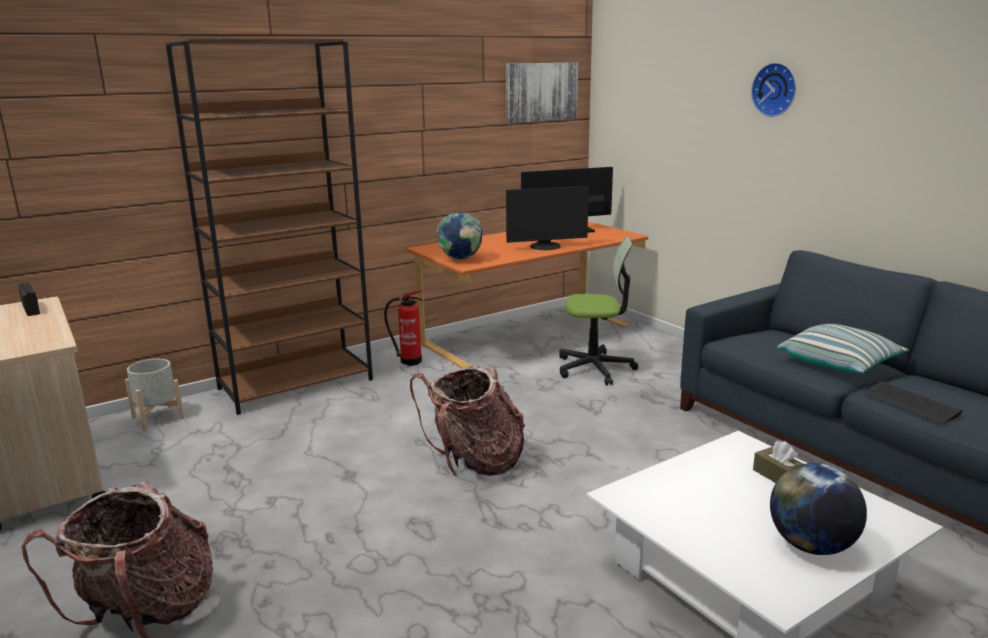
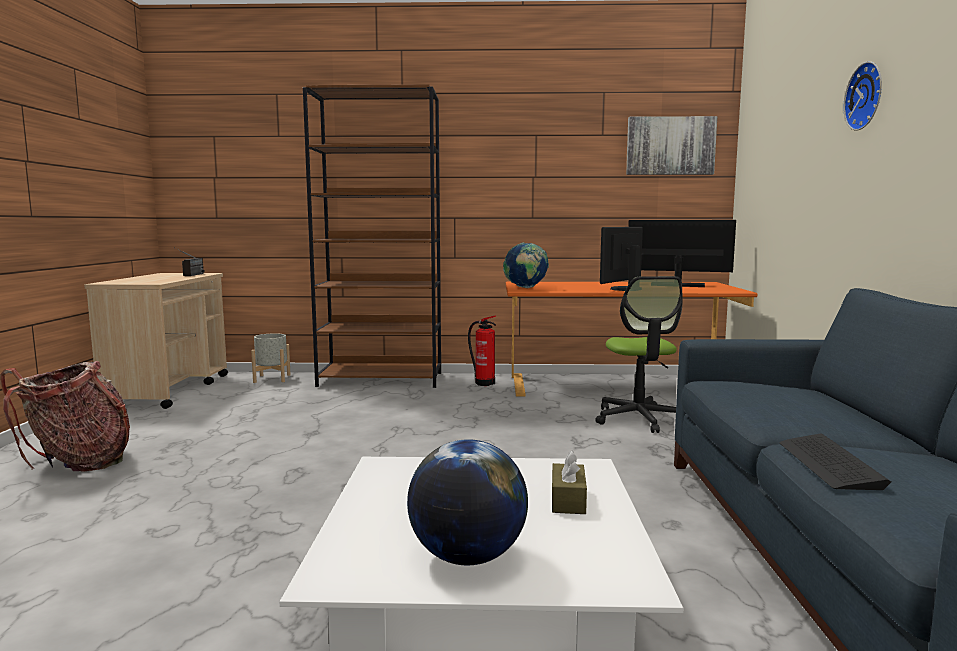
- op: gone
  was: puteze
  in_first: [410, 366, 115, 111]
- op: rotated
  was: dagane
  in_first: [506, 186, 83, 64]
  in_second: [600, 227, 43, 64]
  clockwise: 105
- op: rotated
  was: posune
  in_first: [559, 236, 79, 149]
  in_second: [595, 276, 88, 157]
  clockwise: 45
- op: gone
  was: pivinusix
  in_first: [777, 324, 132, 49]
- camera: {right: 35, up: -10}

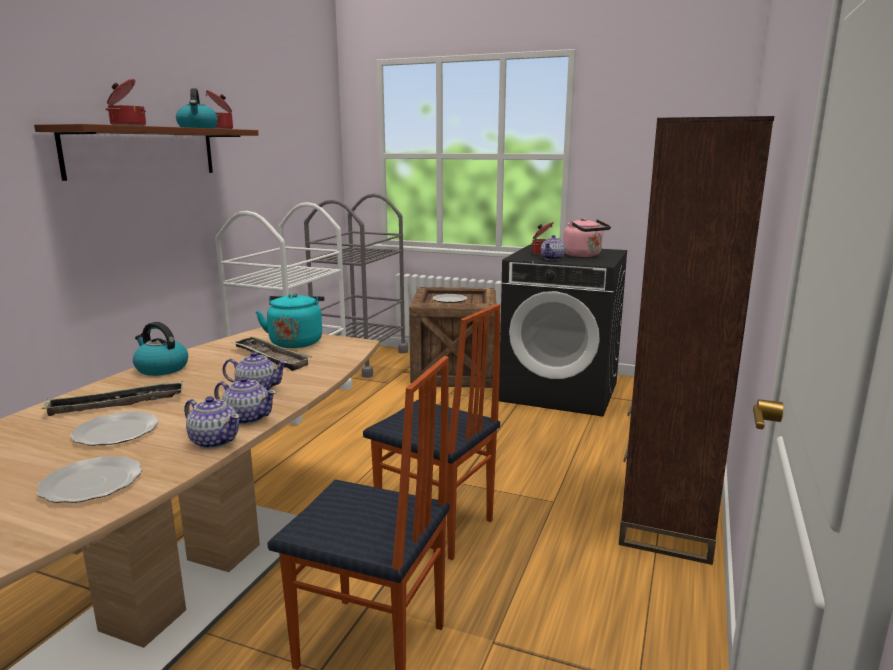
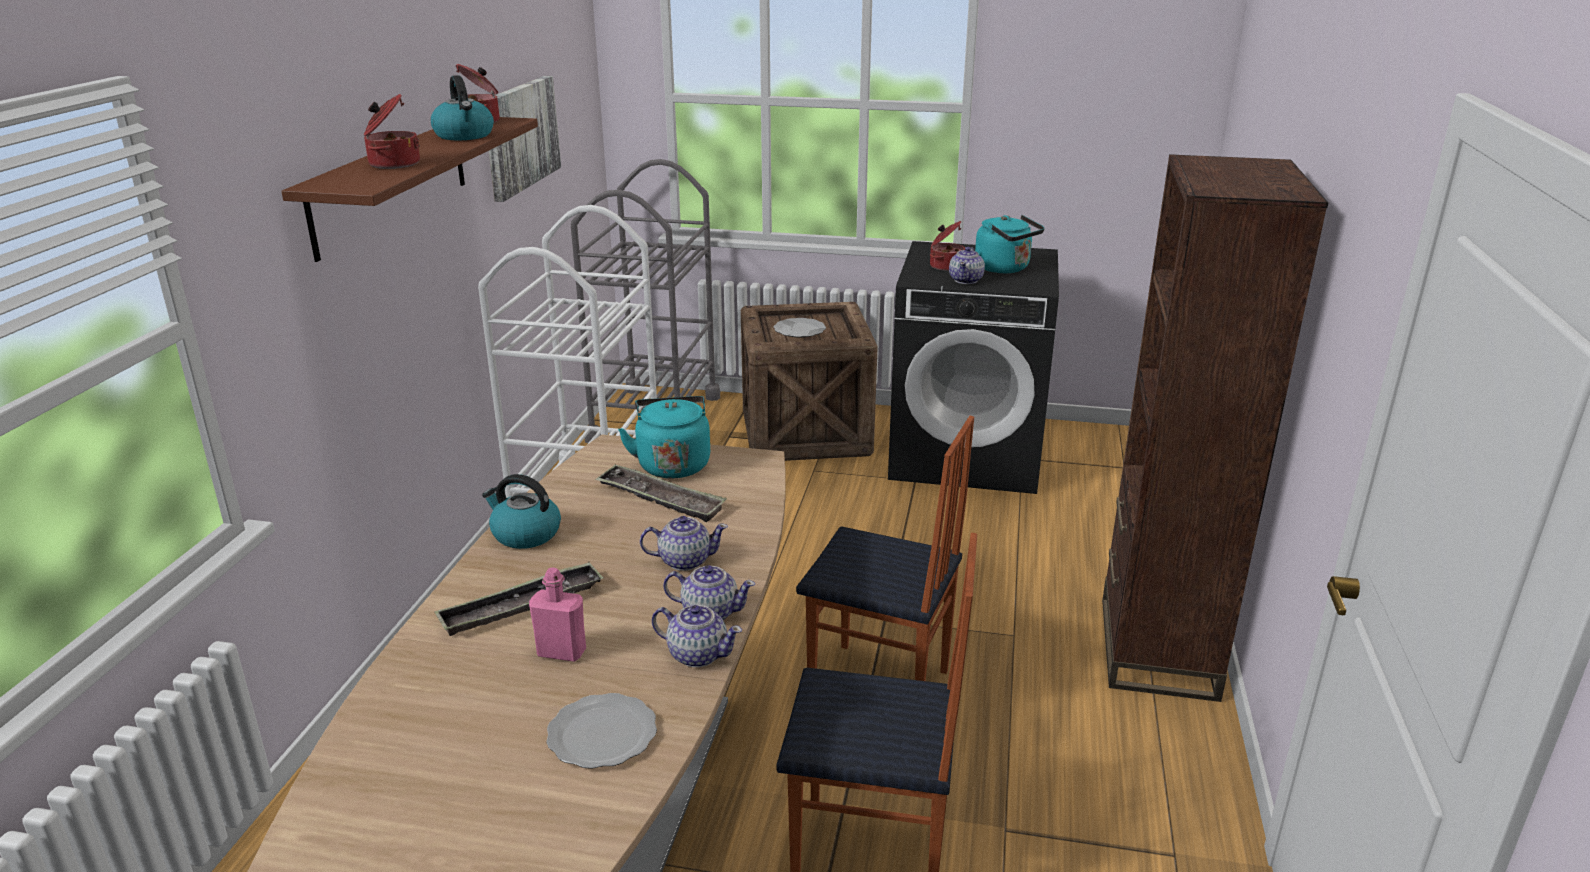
- op: swapped
  was: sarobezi
  now: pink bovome
  in_first: [70, 411, 89, 35]
  in_second: [529, 567, 57, 95]
- op: repainted
  was: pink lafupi
  now: turquoise lafupi
  in_first: [563, 218, 48, 39]
  in_second: [975, 215, 70, 58]
- op: new
  now: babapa
  in_second: [489, 76, 72, 126]
- camera: {right: -10, up: 10}

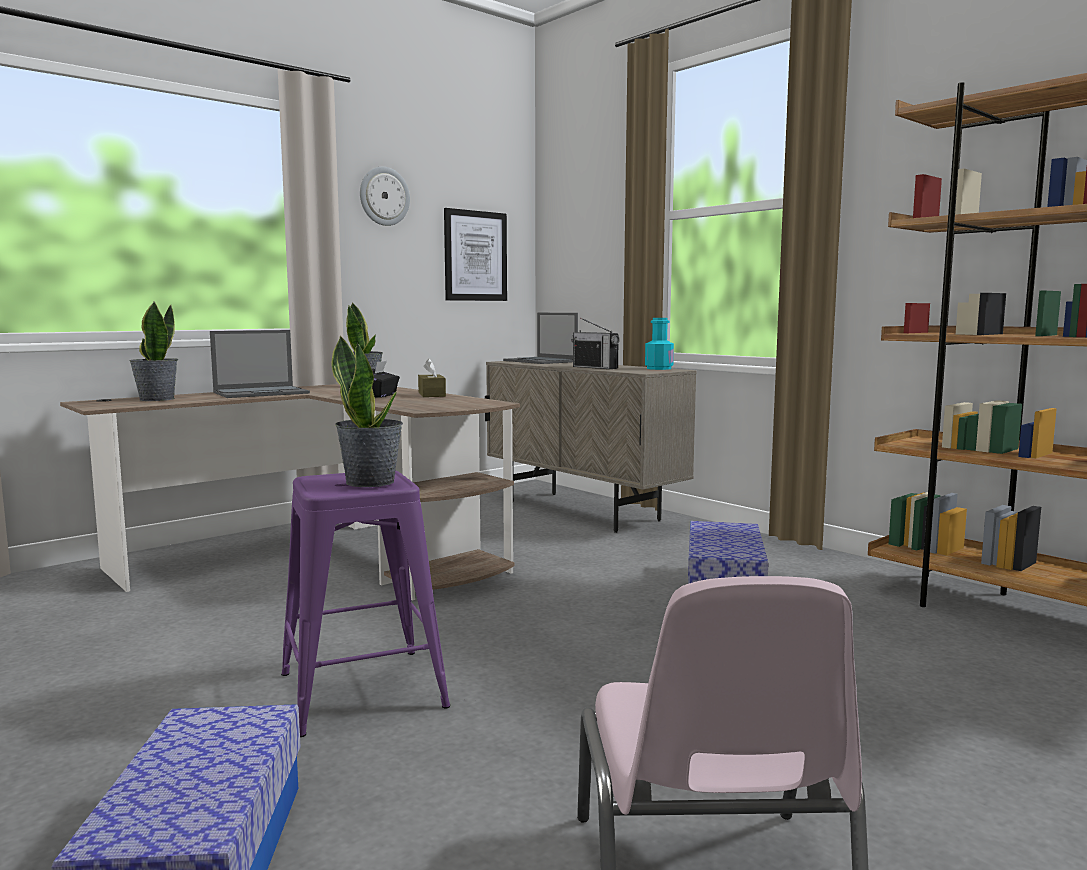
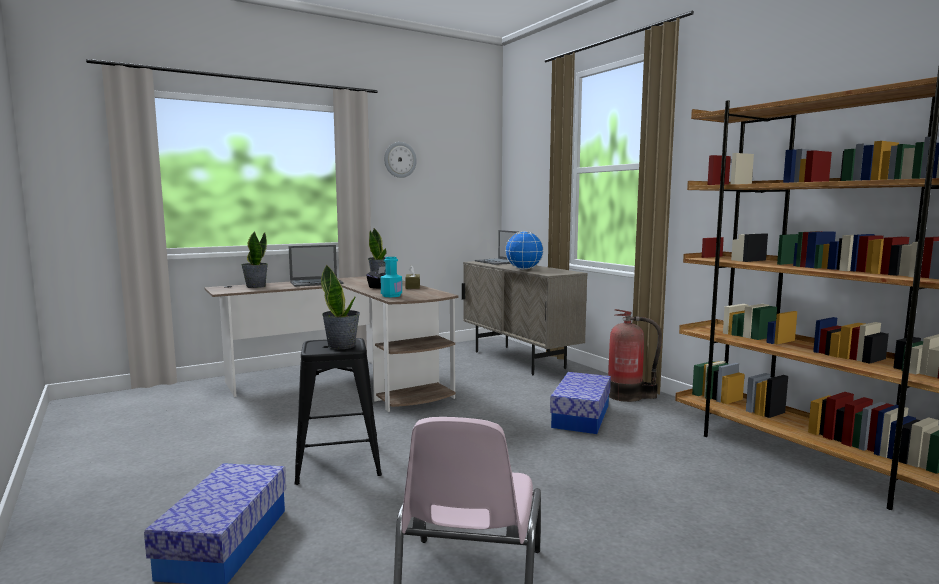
- op: repainted
  was: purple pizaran
  now: black pizaran
  in_first: [281, 470, 169, 267]
  in_second: [294, 338, 88, 147]
- op: gone
  was: babapa
  in_first: [444, 208, 63, 93]
- op: swapped
  was: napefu
  now: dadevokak
  in_first: [571, 317, 49, 52]
  in_second: [505, 231, 39, 39]
- op: shifted
  was: turquoise bovome
  in_first: [645, 318, 29, 52]
  in_second: [380, 257, 22, 40]
- op: new
  now: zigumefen
  in_second: [608, 309, 54, 93]
- camera: {right: 10, up: 0}

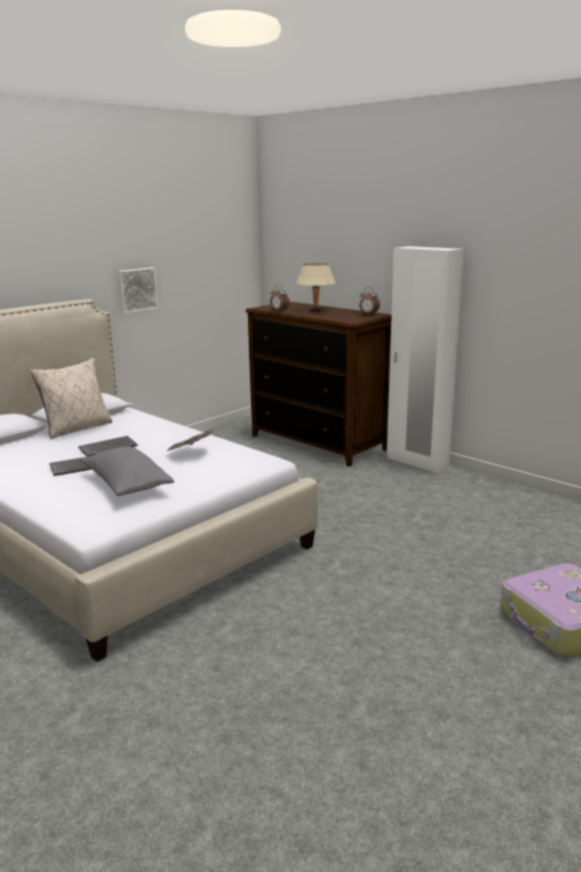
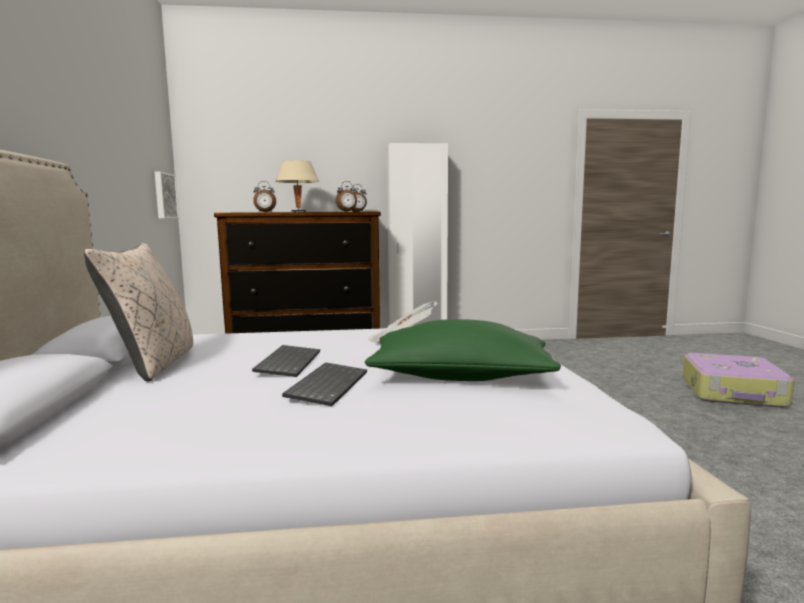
- op: repainted
  was: grey pivinusix
  now: green pivinusix
  in_first: [80, 446, 94, 50]
  in_second: [365, 319, 196, 62]
- op: shifted
  was: babapa
  in_first: [118, 267, 40, 46]
  in_second: [155, 171, 24, 48]
- op: new
  now: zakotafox
  in_second: [335, 181, 22, 30]
- camera: {right: -50, up: -10}

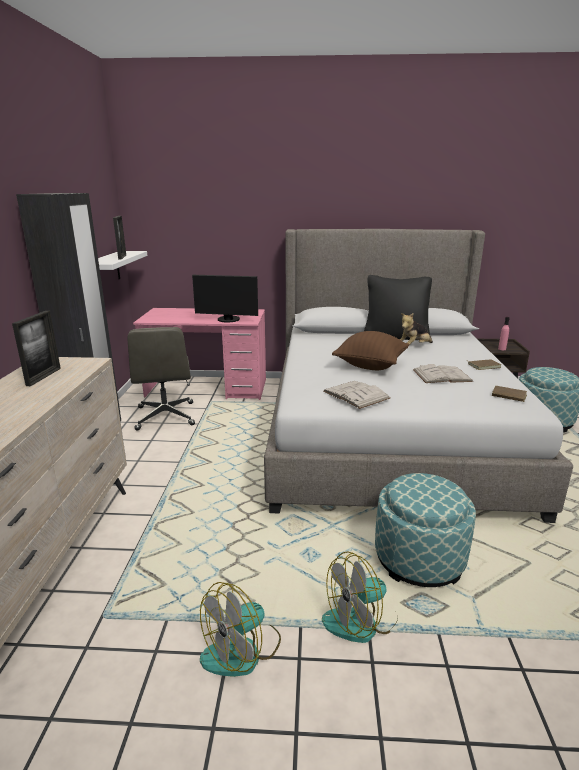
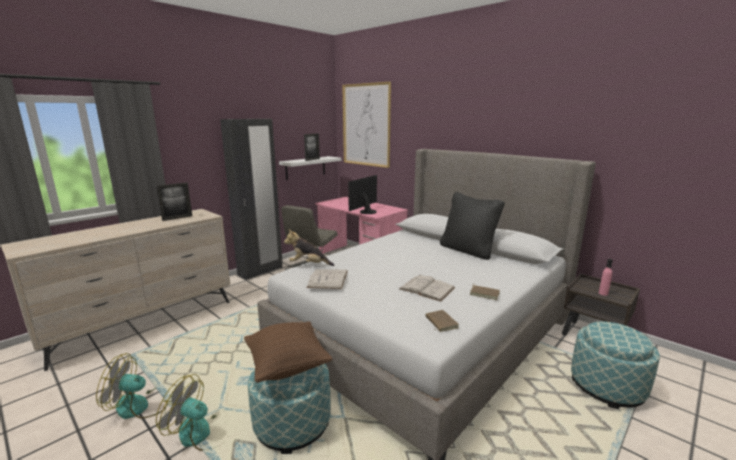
- op: rotated
  was: dagane
  in_first: [192, 275, 66, 48]
  in_second: [348, 175, 29, 39]
  clockwise: 75
- op: shifted
  was: brown pivinusix
  in_first: [332, 331, 78, 39]
  in_second: [244, 322, 89, 61]
- op: shifted
  was: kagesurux
  in_first: [399, 313, 34, 31]
  in_second: [284, 229, 50, 37]
- op: new
  now: babapa
  in_second: [342, 82, 49, 86]
- camera: {right: 40, up: -5}

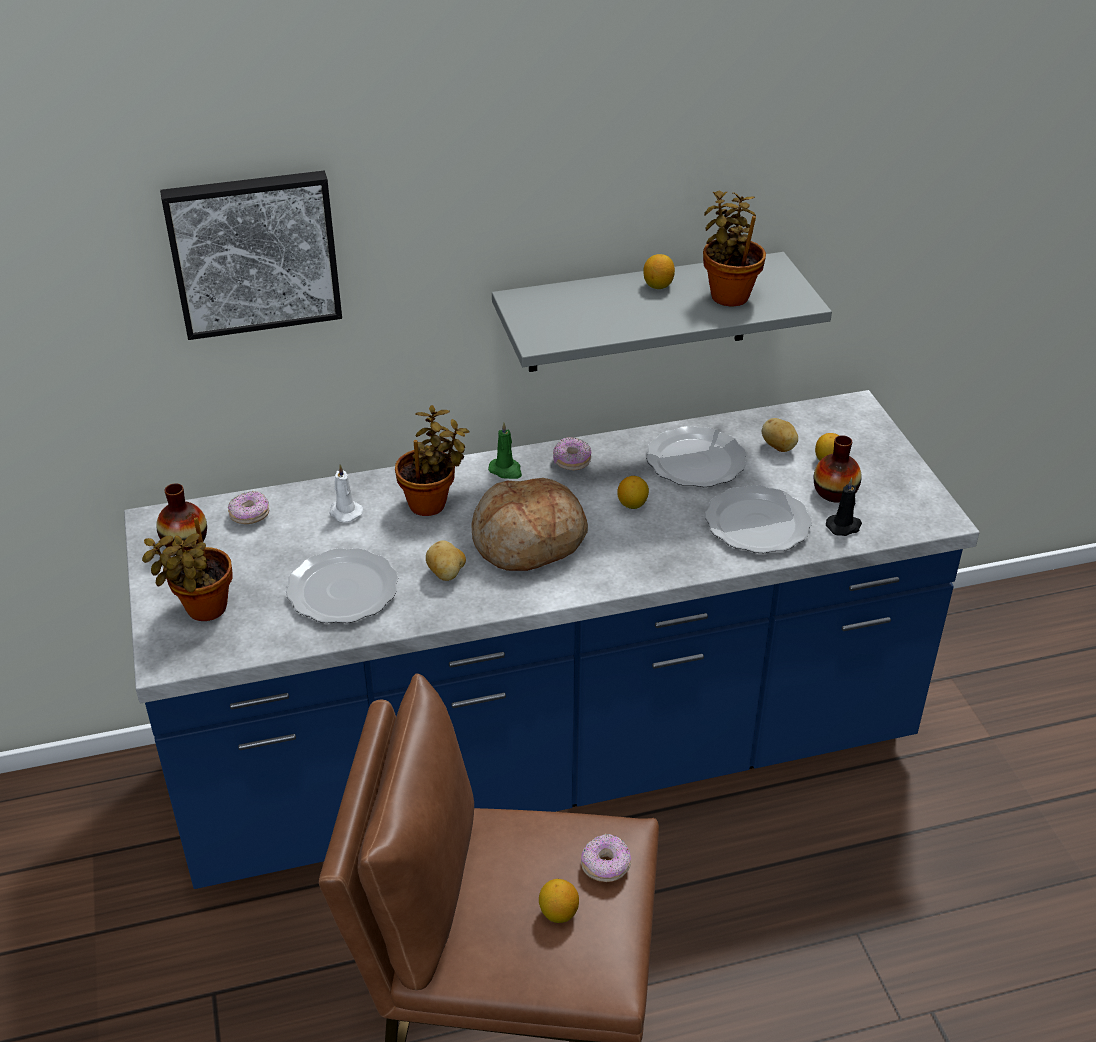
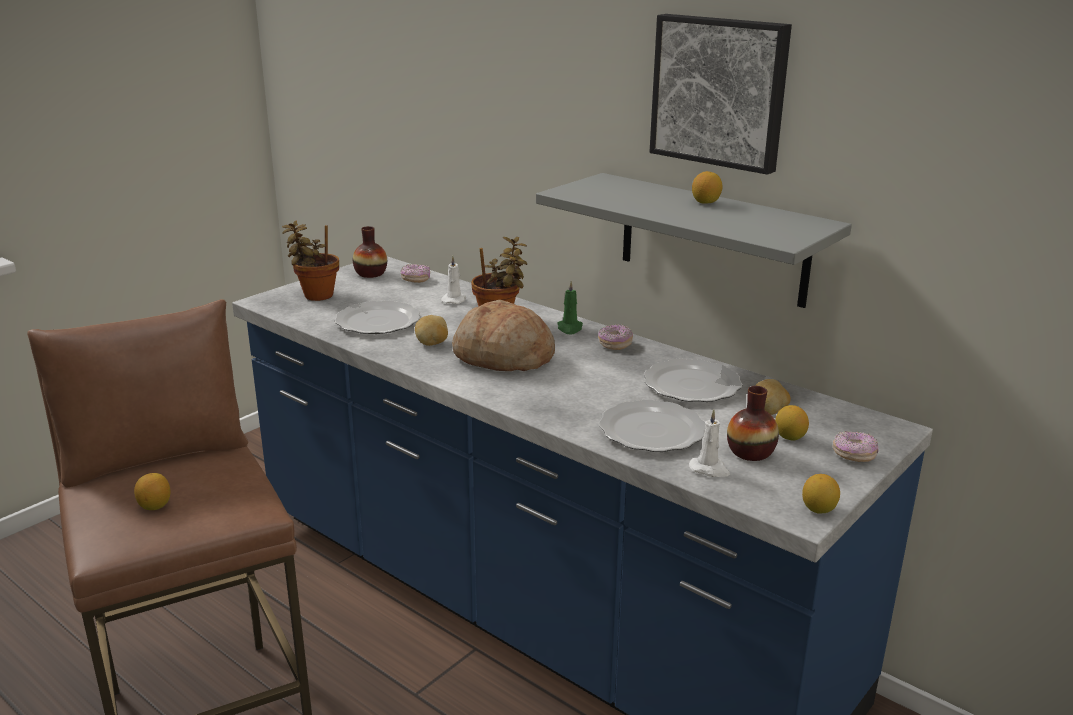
- op: shifted
  was: babapa
  in_first: [160, 171, 182, 169]
  in_second: [649, 14, 143, 161]
- op: shifted
  was: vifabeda
  in_first: [581, 834, 50, 48]
  in_second: [833, 431, 45, 31]
- op: shifted
  was: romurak
  in_first: [617, 476, 32, 33]
  in_second: [802, 474, 38, 39]
- op: gone
  was: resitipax
  in_first: [703, 191, 63, 115]
- op: repainted
  was: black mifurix
  now: white mifurix
  in_first: [826, 478, 36, 58]
  in_second: [689, 410, 41, 67]
- camera: {right: 55, up: -15}

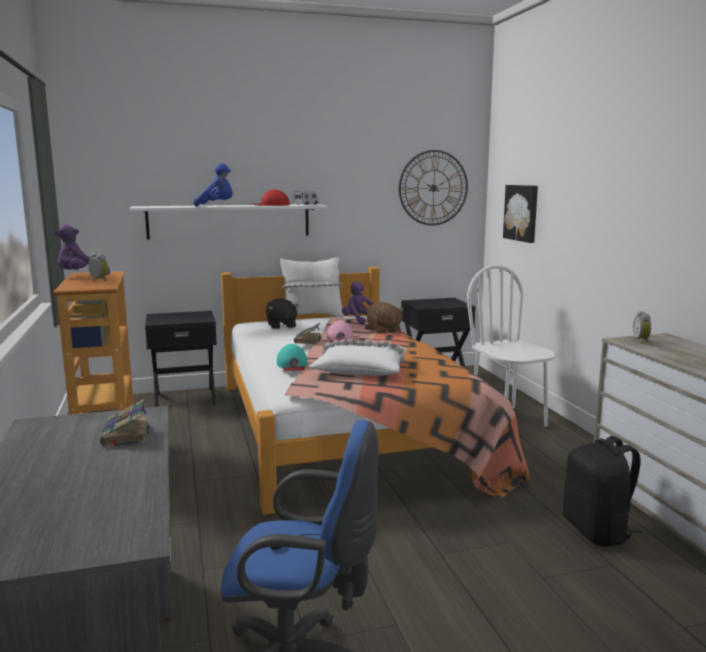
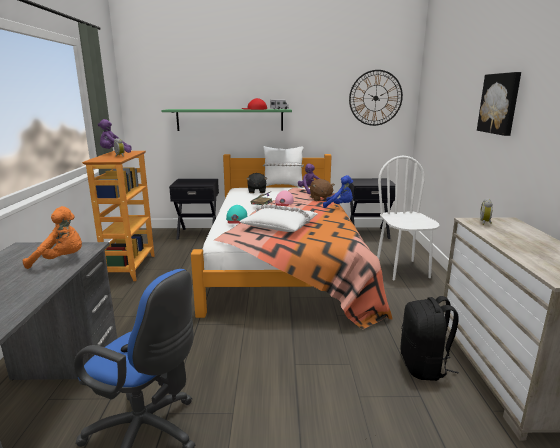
- op: swapped
  was: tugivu
  now: orange kagesurux
  in_first: [100, 399, 50, 48]
  in_second: [23, 206, 59, 63]
- op: repainted
  was: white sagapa
  now: green sagapa
  in_first: [130, 204, 198, 36]
  in_second: [161, 109, 131, 22]
- op: shifted
  was: blue kagesurux
  in_first: [194, 163, 39, 44]
  in_second: [323, 175, 30, 33]
- op: shifted
  was: babapa
  in_first: [503, 185, 35, 58]
  in_second: [477, 72, 44, 64]
- camera: {right: 15, up: 5}

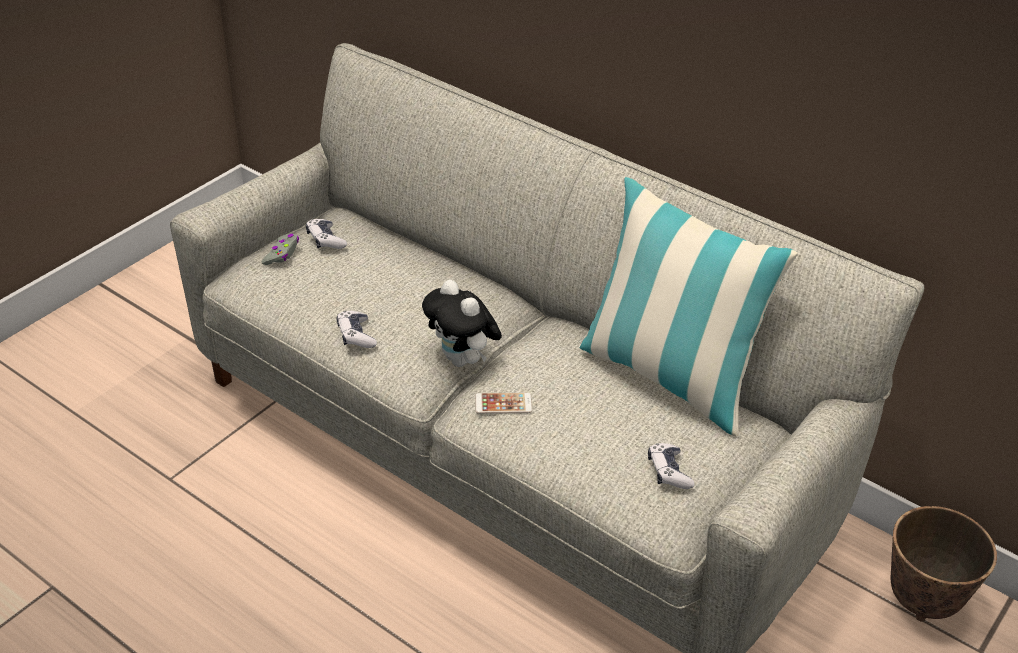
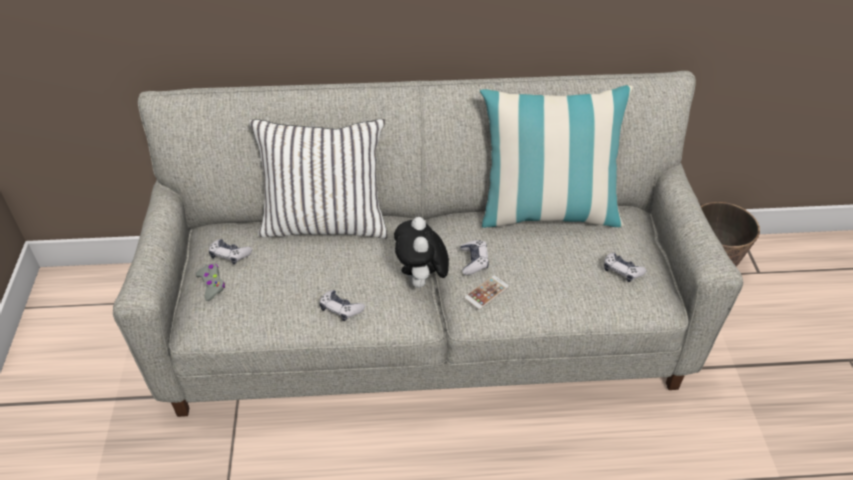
- op: rotated
  was: kagesurux
  in_first: [422, 280, 80, 87]
  in_second: [394, 217, 55, 71]
  clockwise: 75
- op: new
  now: white pivinusix
  in_second: [249, 119, 139, 120]
- op: new
  now: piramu
  in_second: [461, 240, 28, 35]
- camera: {right: -40, up: 5}

